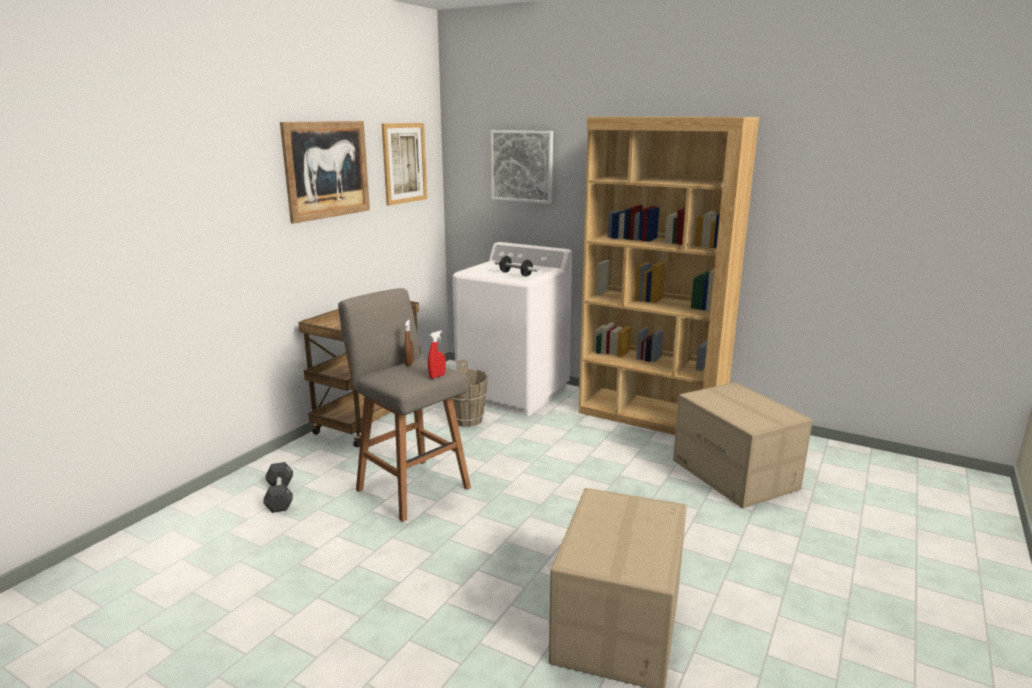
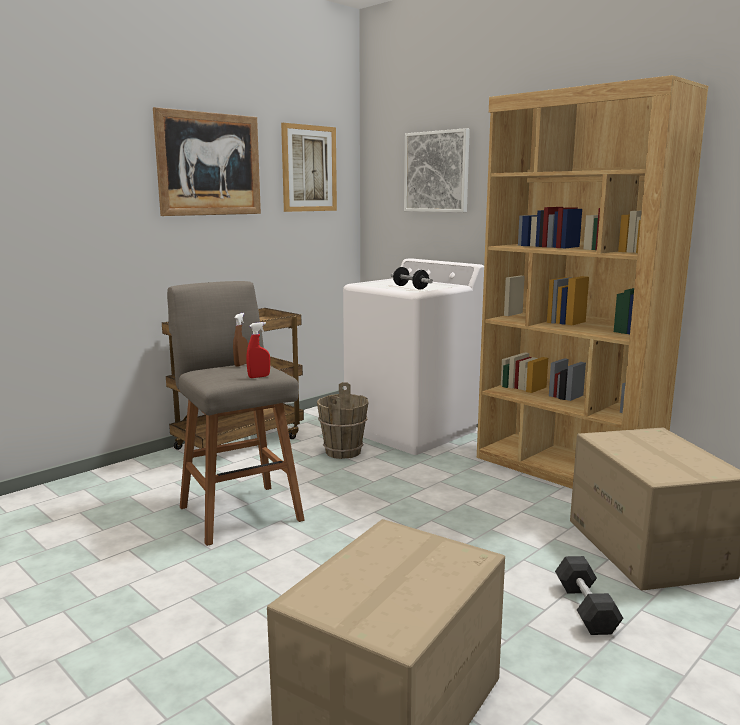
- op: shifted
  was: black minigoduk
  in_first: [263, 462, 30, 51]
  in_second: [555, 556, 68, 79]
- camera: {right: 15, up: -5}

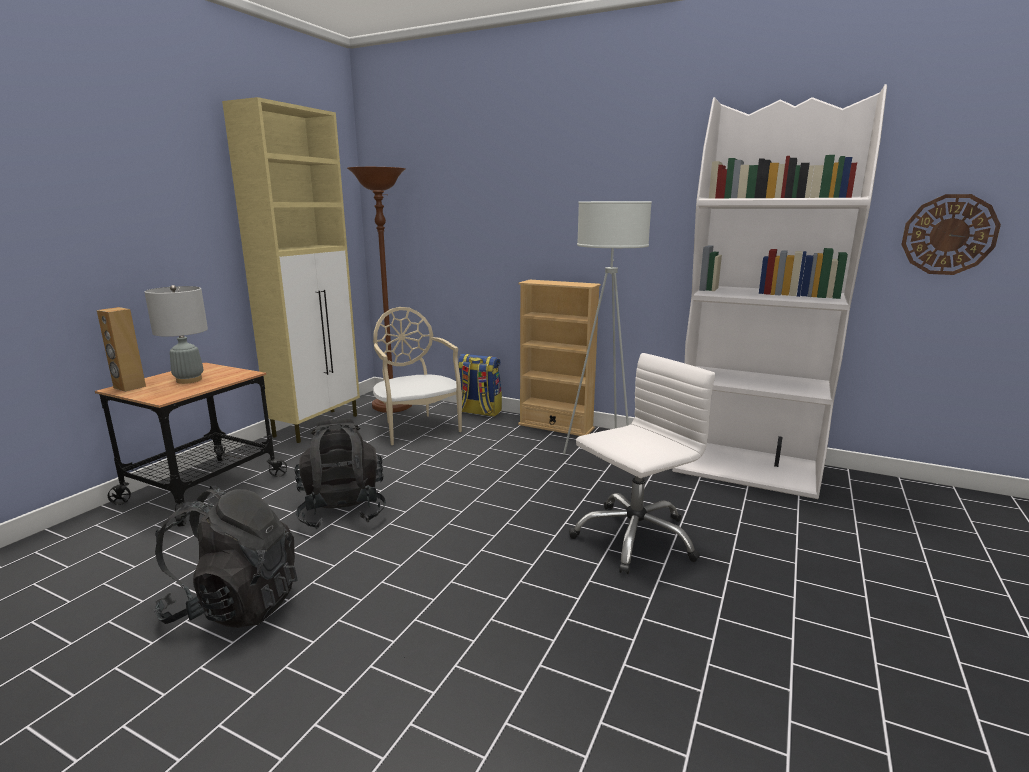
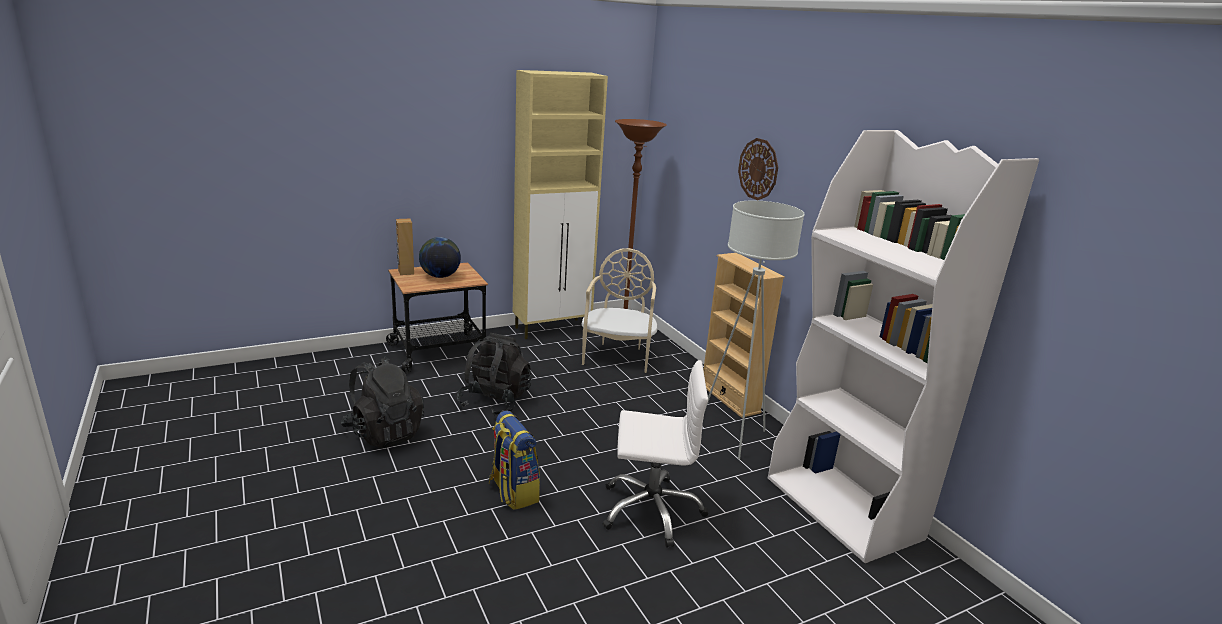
- op: swapped
  was: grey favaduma
  now: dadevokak
  in_first: [144, 285, 64, 99]
  in_second: [419, 237, 42, 41]
- op: shifted
  was: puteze
  in_first: [458, 354, 44, 63]
  in_second: [488, 410, 52, 100]
- op: shifted
  was: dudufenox
  in_first: [901, 194, 100, 81]
  in_second: [738, 138, 40, 62]
- camera: {right: 35, up: 5}

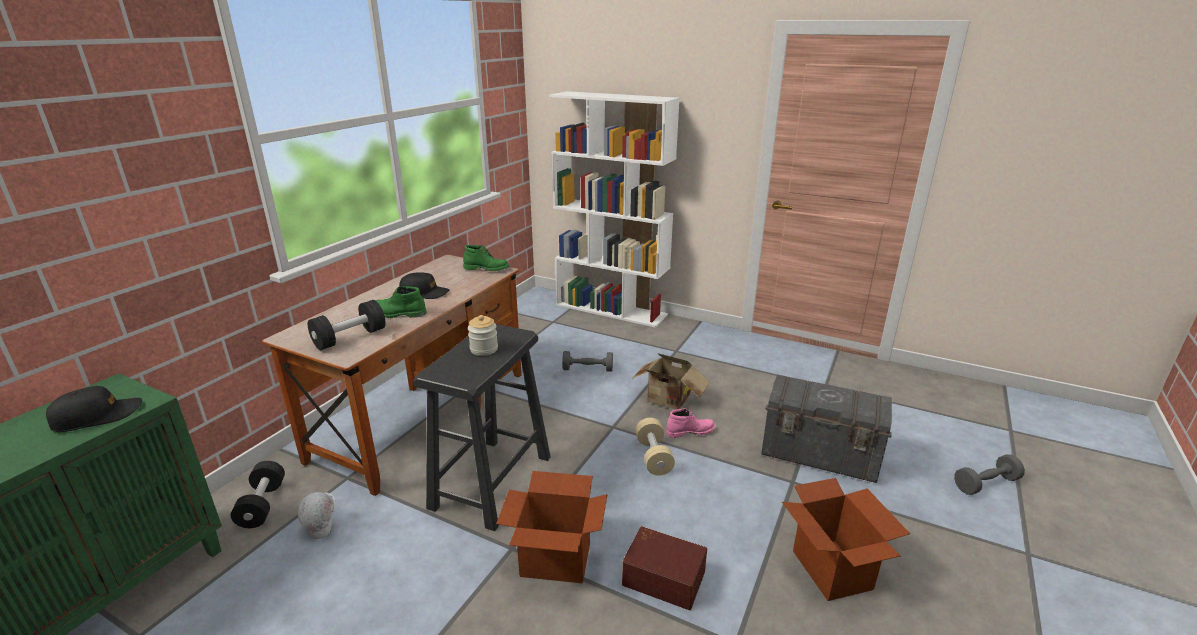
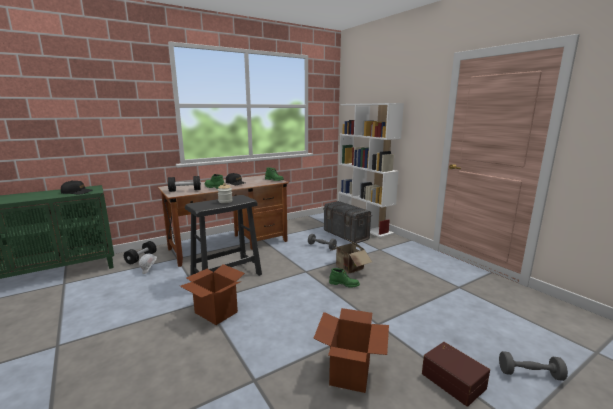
- op: shifted
  was: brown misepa
  in_first: [622, 526, 85, 84]
  in_second: [422, 342, 68, 65]
- op: gone
  was: beige minigoduk
  in_first: [635, 418, 40, 58]
- op: repainted
  was: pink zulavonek
  now: green zulavonek
  in_first: [666, 408, 50, 30]
  in_second: [329, 268, 31, 20]
- op: shifted
  was: grey misepa
  in_first: [761, 375, 131, 108]
  in_second: [323, 201, 49, 43]
- camera: {right: 30, up: -10}

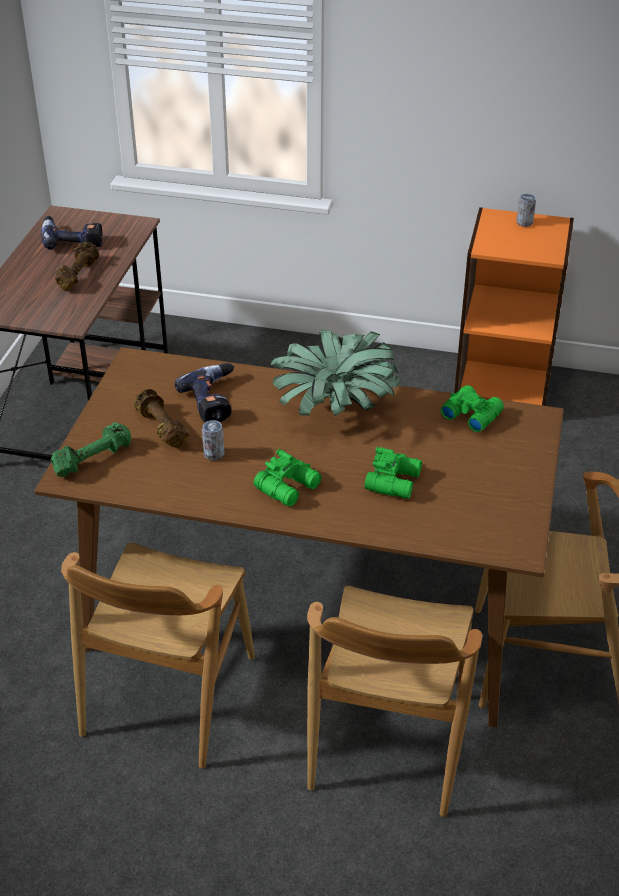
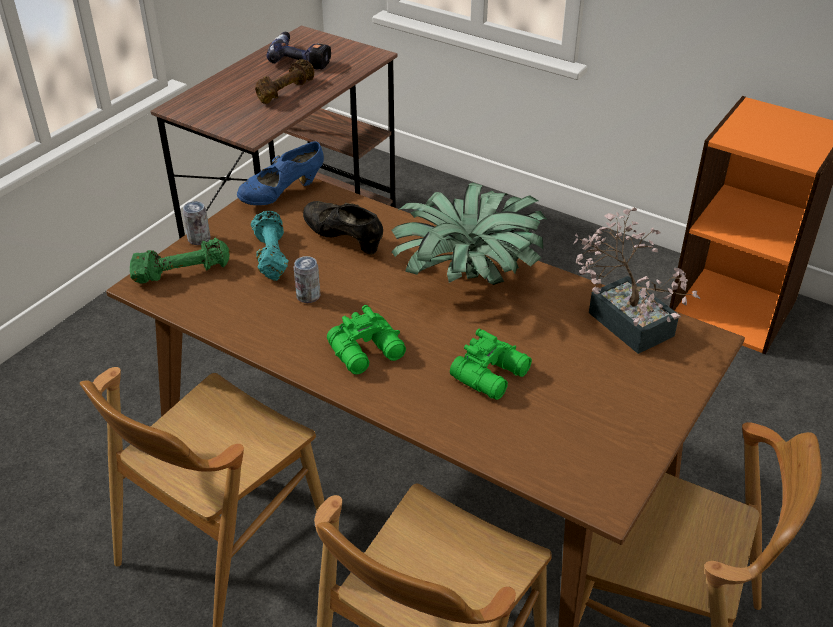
- op: repainted
  was: brown minigoduk
  now: turquoise minigoduk
  in_first: [133, 389, 56, 59]
  in_second: [251, 211, 38, 70]
- op: swapped
  was: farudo
  now: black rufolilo
  in_first: [175, 363, 59, 60]
  in_second: [303, 201, 80, 54]
- op: swapped
  was: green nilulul
  now: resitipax
  in_first: [441, 386, 63, 46]
  in_second: [574, 207, 126, 147]
- op: shifted
  was: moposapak
  in_first: [516, 194, 20, 33]
  in_second: [183, 201, 27, 44]
- op: new
  now: blue rufolilo
  in_second: [237, 141, 87, 64]
- camera: {right: 20, up: 0}

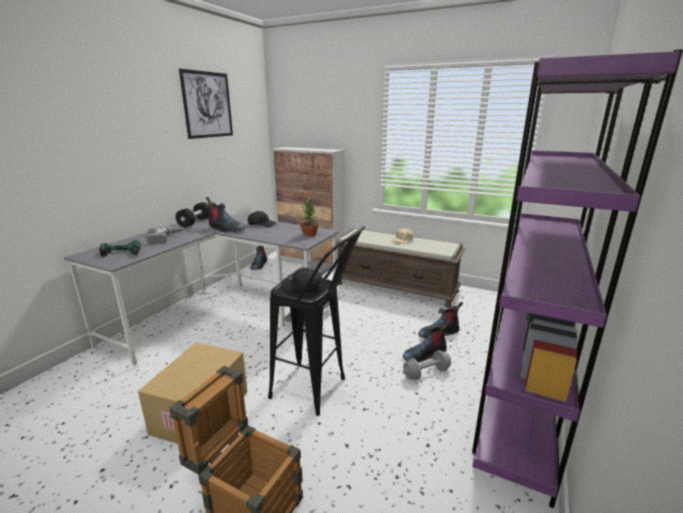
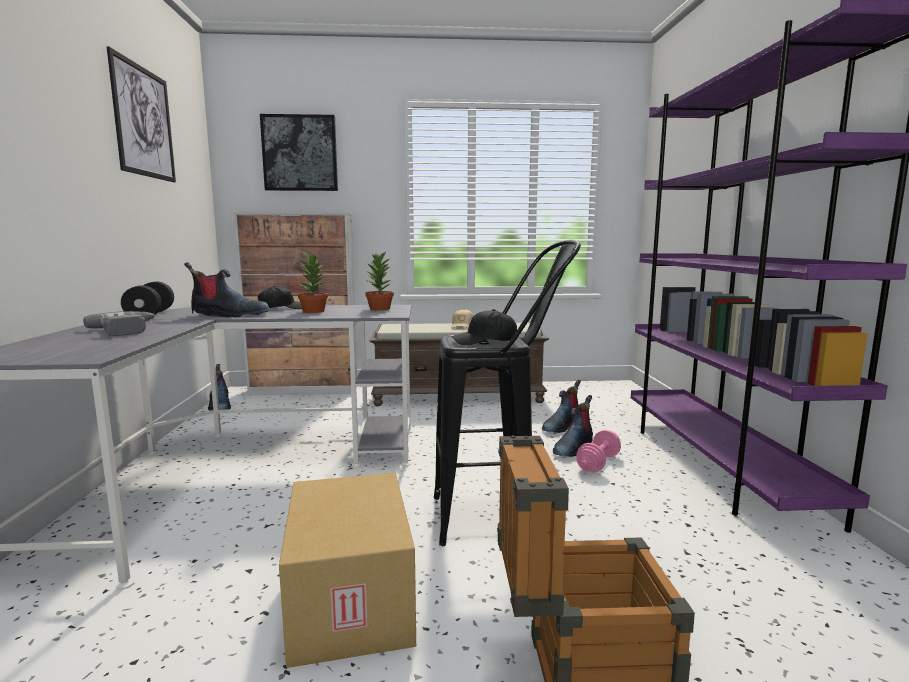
- op: gone
  was: farudo
  in_first: [99, 240, 42, 17]
- op: repainted
  was: grey minigoduk
  now: pink minigoduk
  in_first: [403, 350, 48, 30]
  in_second: [577, 430, 44, 42]
- op: new
  now: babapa
  in_second: [260, 114, 78, 77]
- op: new
  now: resitipax
  in_second: [298, 251, 30, 62]
- camera: {right: -30, up: -10}

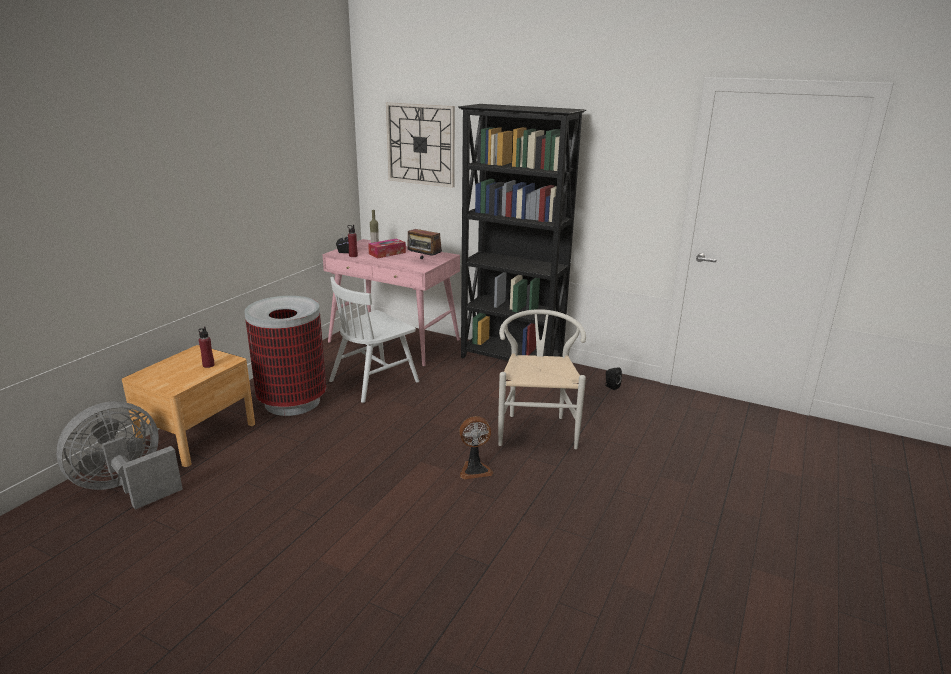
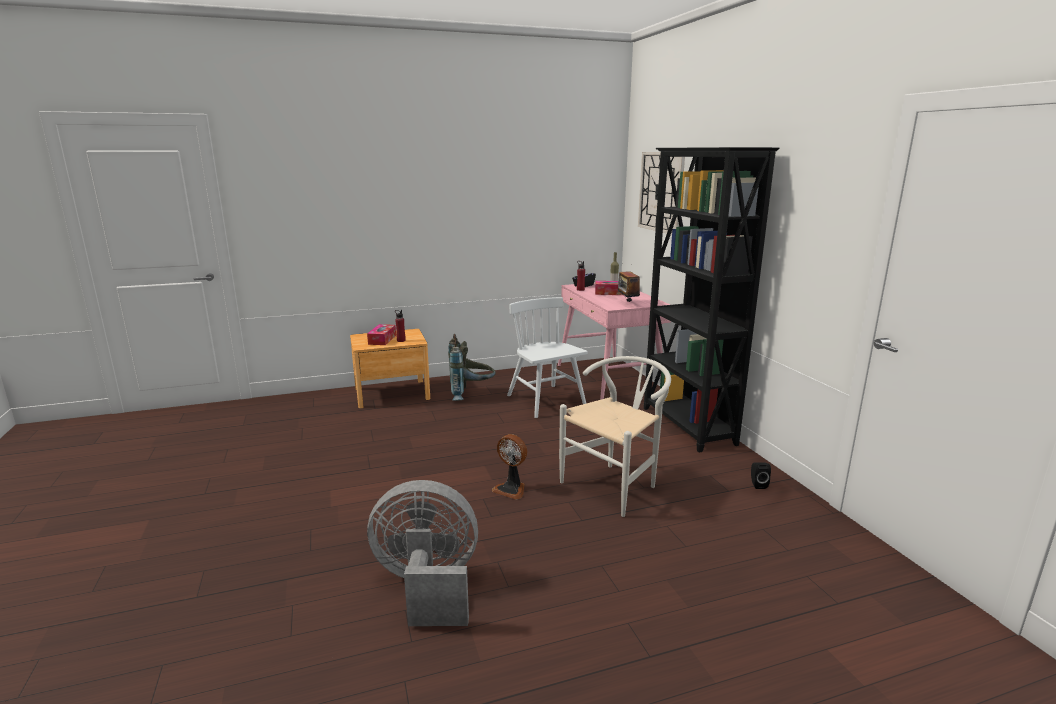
- op: shifted
  was: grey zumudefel
  in_first: [56, 401, 127, 109]
  in_second: [367, 480, 111, 146]
- op: swapped
  was: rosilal
  now: grey puteze
  in_first: [245, 296, 81, 120]
  in_second: [448, 334, 48, 67]
- op: rotated
  was: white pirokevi
  in_first: [329, 277, 90, 126]
  in_second: [507, 297, 81, 121]
  clockwise: 60
- op: new
  now: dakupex
  in_second: [367, 324, 29, 21]
- camera: {right: 45, up: -5}

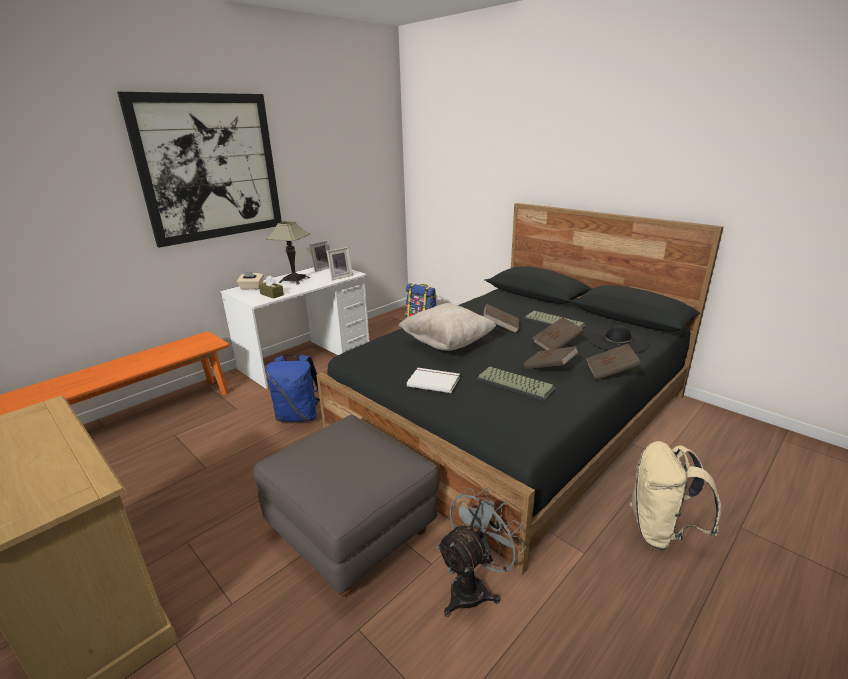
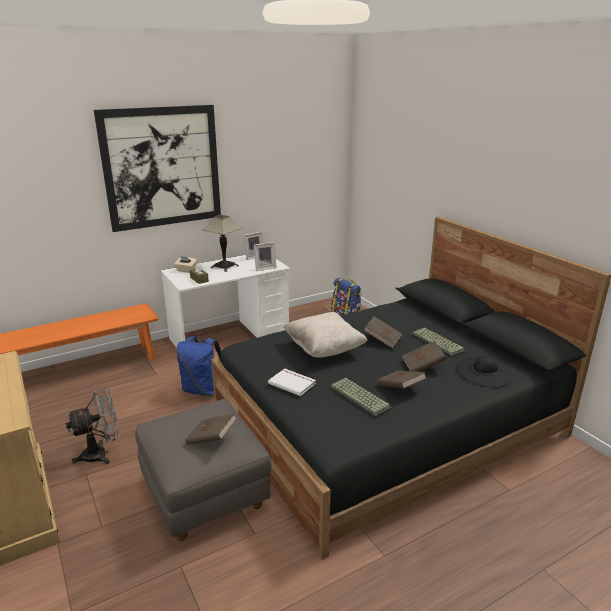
- op: shifted
  was: grey zumudefel
  in_first: [436, 488, 90, 129]
  in_second: [65, 388, 55, 76]
- op: shifted
  was: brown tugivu
  in_first: [586, 344, 55, 36]
  in_second: [185, 414, 52, 31]
- op: gone
  was: beige puteze
  in_first: [630, 441, 91, 109]
- camera: {right: 15, up: 0}

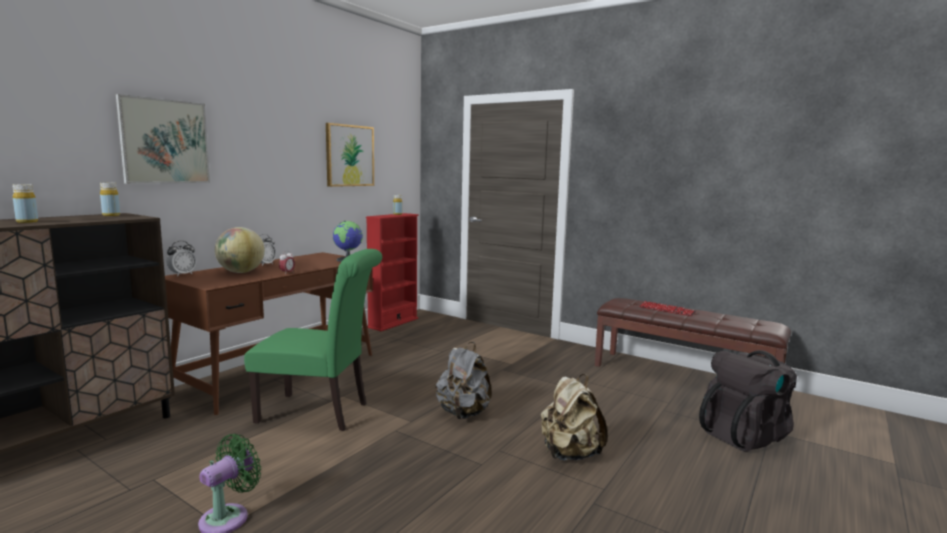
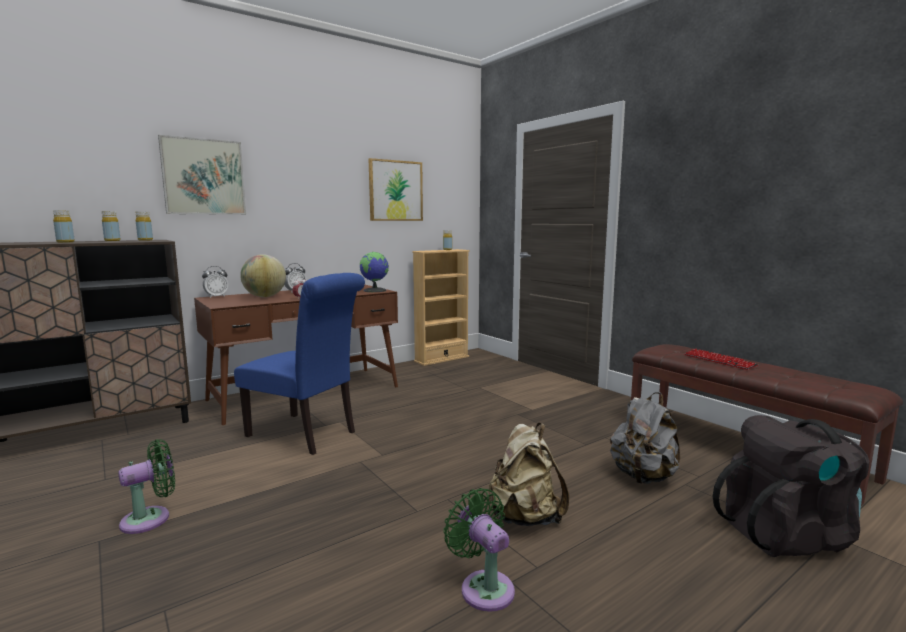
- op: repainted
  was: green pirokevi
  now: blue pirokevi
  in_first: [244, 249, 138, 182]
  in_second: [234, 273, 131, 182]
- op: repainted
  was: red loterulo
  now: beige loterulo
  in_first: [366, 213, 53, 118]
  in_second: [412, 249, 58, 117]
- op: shifted
  was: grey puteze
  in_first: [436, 342, 56, 77]
  in_second: [610, 392, 70, 92]
- op: new
  now: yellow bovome
  in_second: [102, 211, 19, 30]
- op: new
  now: green zumudefel
  in_second: [443, 488, 72, 124]
- camera: {right: 20, up: 0}

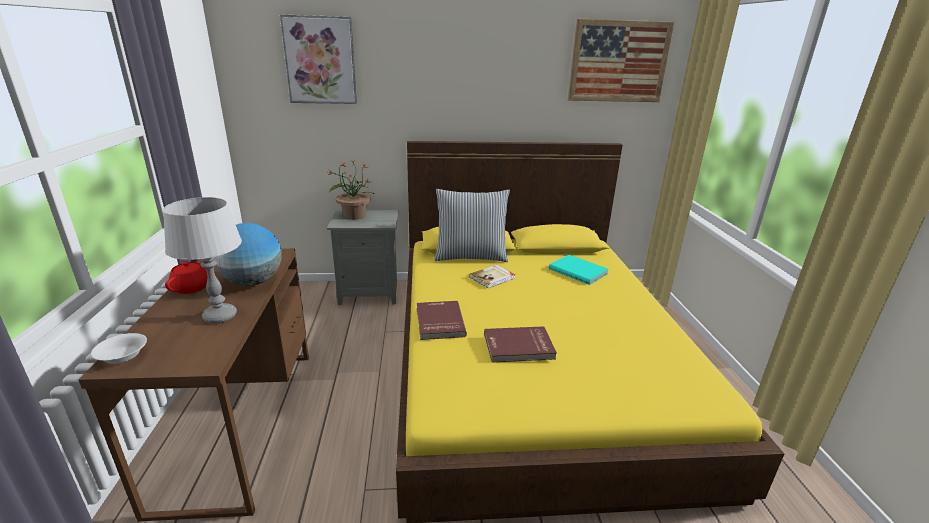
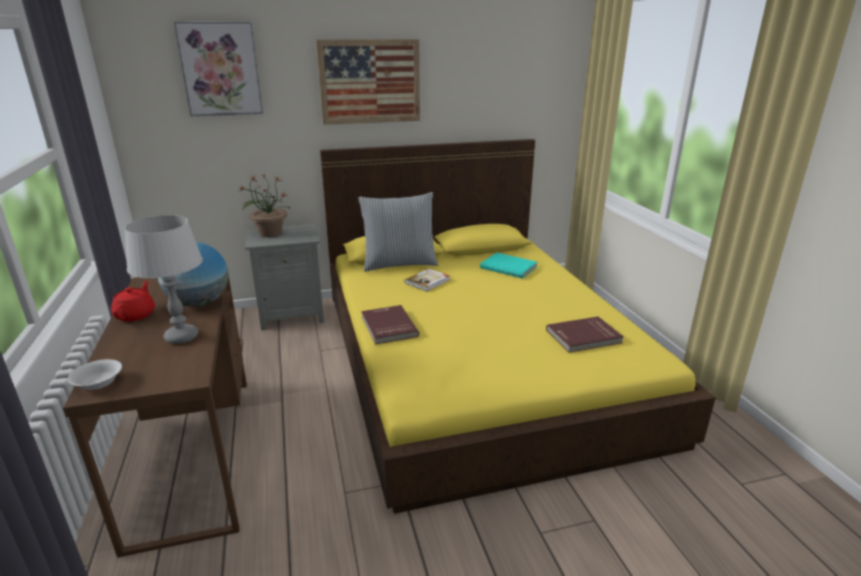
- op: shifted
  was: red tugivu
  in_first: [484, 326, 73, 37]
  in_second: [546, 316, 77, 37]
- op: shifted
  was: babapa
  in_first: [568, 19, 107, 83]
  in_second: [316, 39, 104, 86]
- camera: {right: -10, up: 0}

